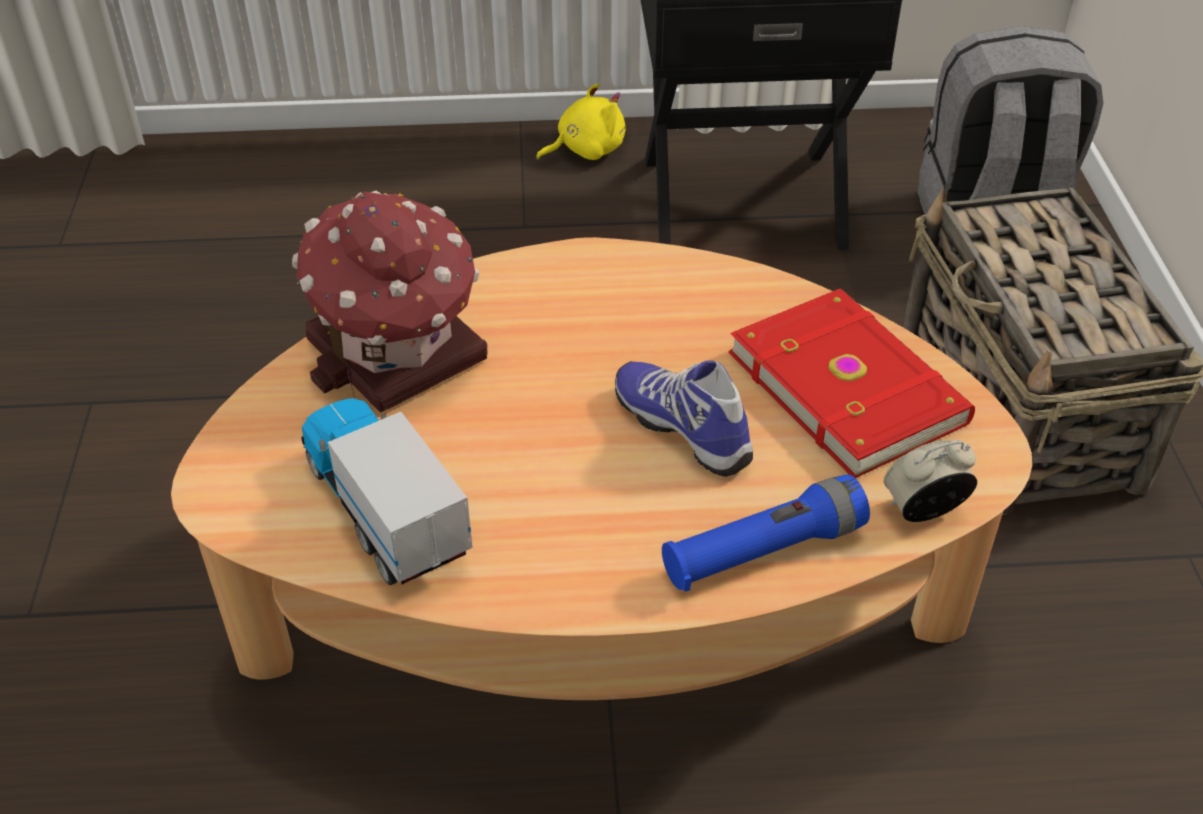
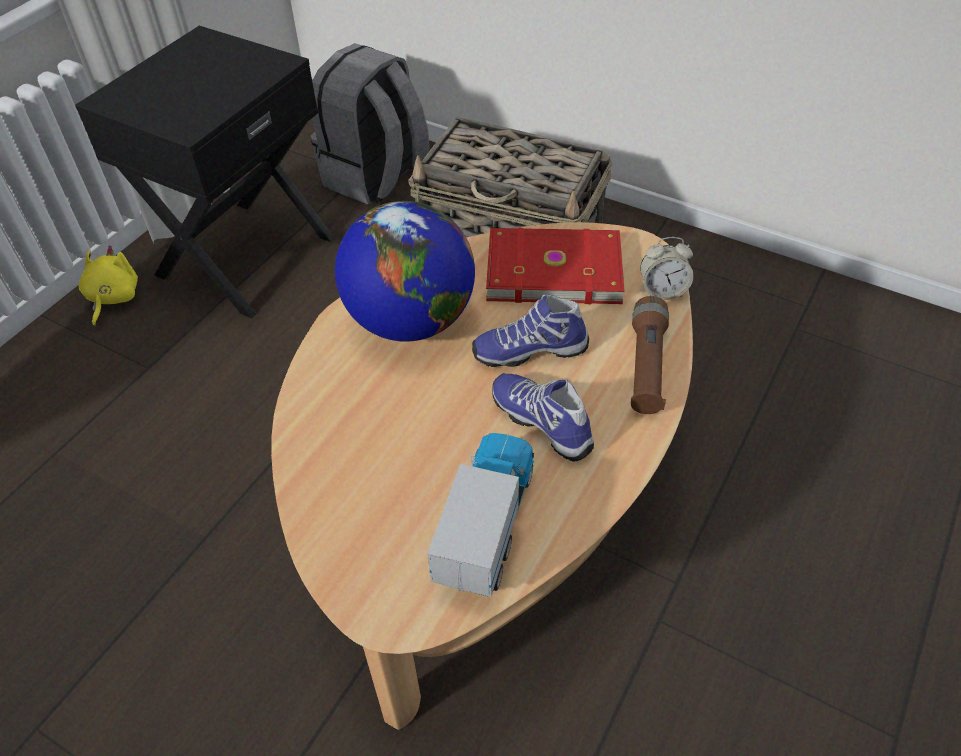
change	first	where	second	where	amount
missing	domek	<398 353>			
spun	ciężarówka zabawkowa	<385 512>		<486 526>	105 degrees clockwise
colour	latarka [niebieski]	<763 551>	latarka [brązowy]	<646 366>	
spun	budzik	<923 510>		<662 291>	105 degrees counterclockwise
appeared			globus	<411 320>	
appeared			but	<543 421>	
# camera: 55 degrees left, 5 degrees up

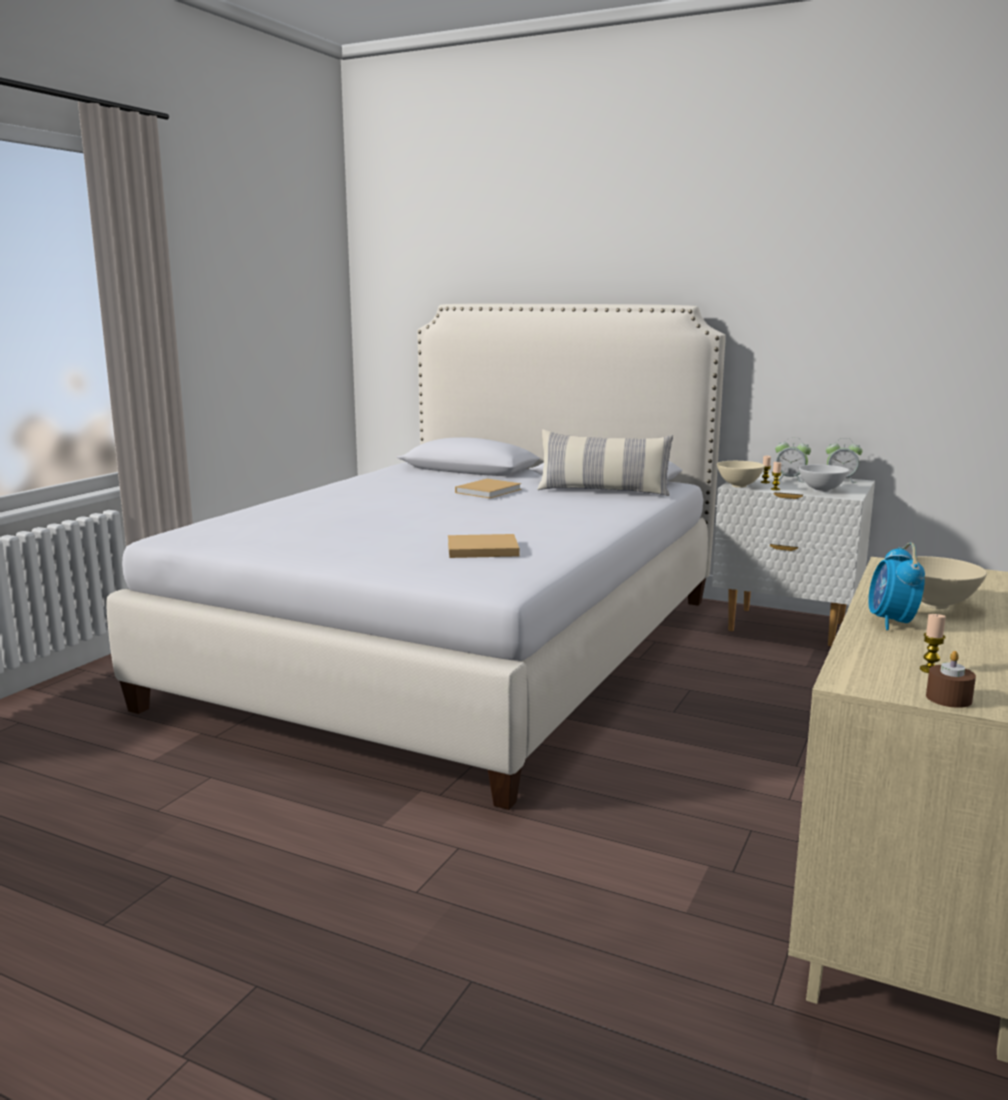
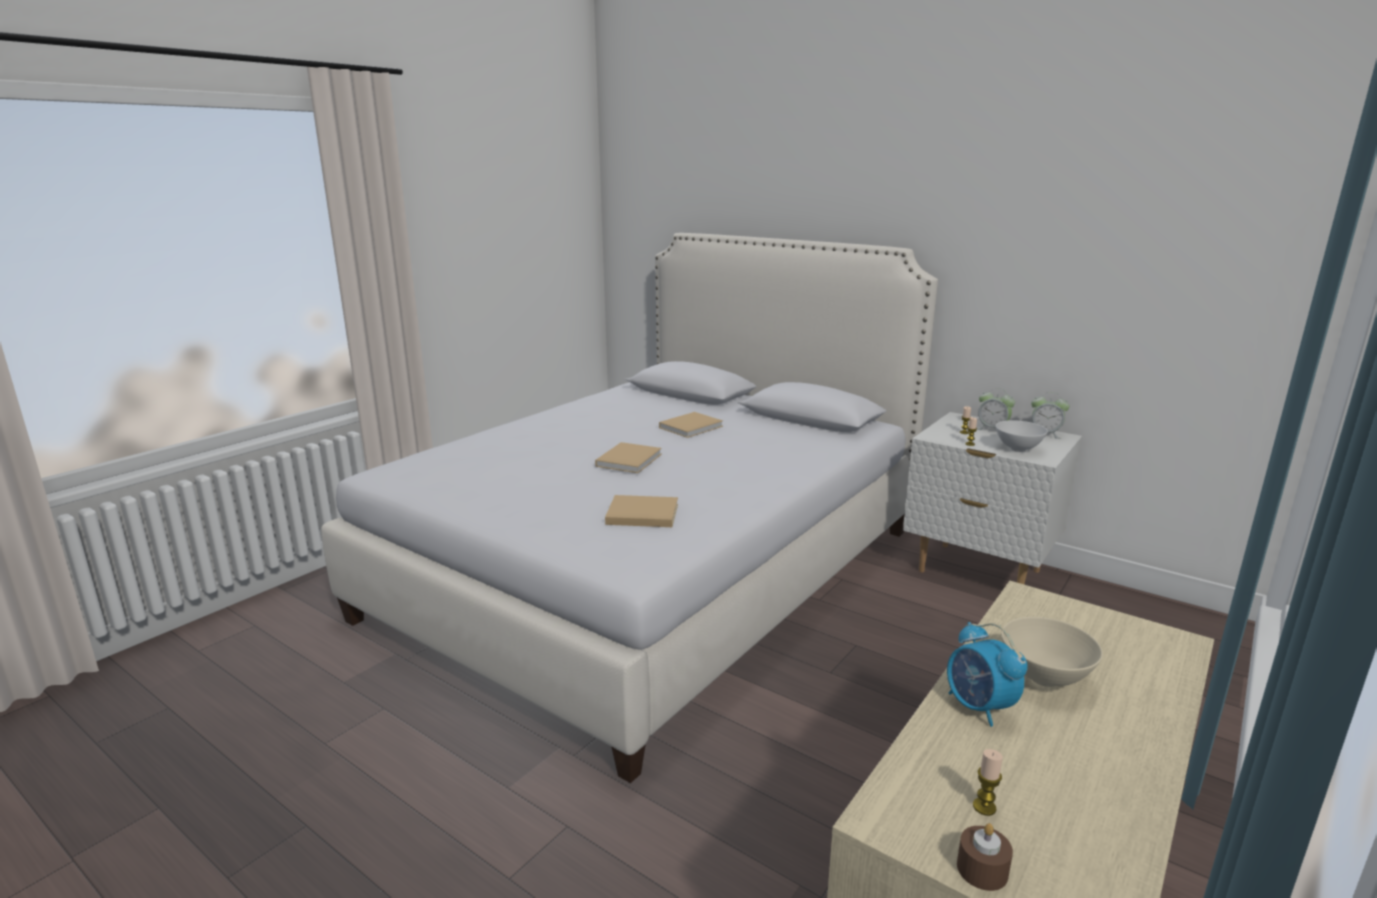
change	first	where	second	where	amount
missing	poduszka	<603 491>			
missing	miska [beżowy]	<739 486>			
spun	budzik	<891 622>		<979 707>	45 degrees counterclockwise
appeared			książka [beżowy]	<630 459>	
# camera: 10 degrees right, 5 degrees up

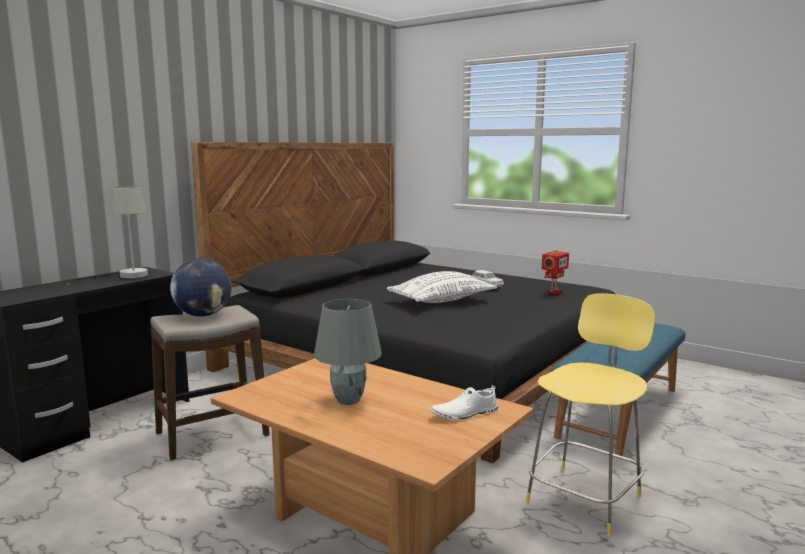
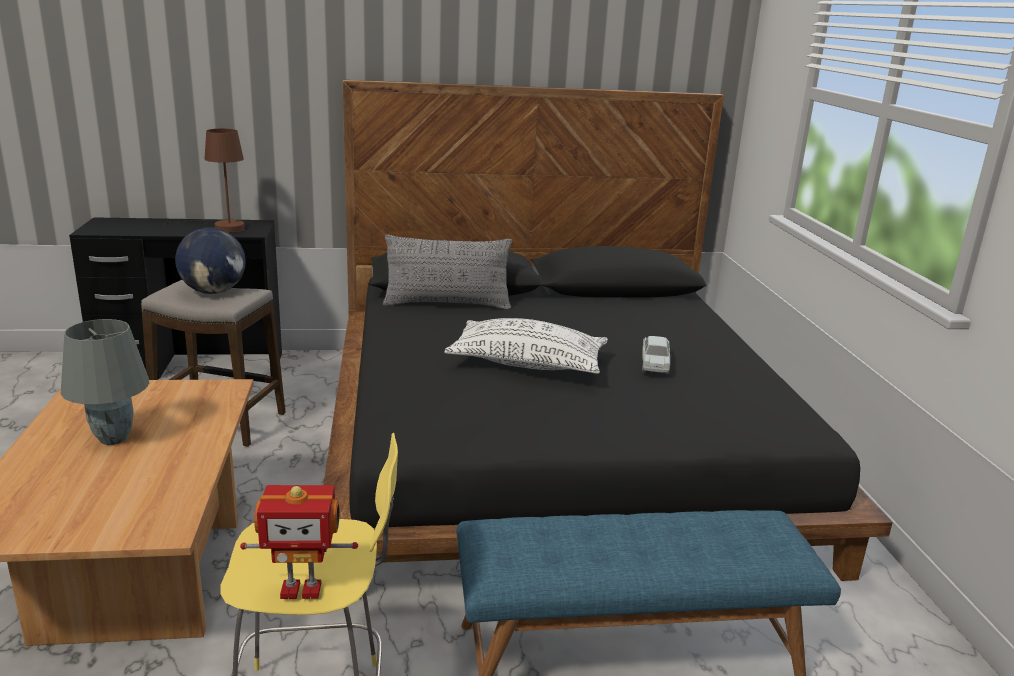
change	first	where	second	where	amount
colour	lampa stołowa [szary]	<124 276>	lampa stołowa [brązowy]	<221 227>	
missing	but [biały]	<464 413>			
relocated	robot zabawkowy	<553 292>		<301 588>	
appeared			poduszka [szary]	<447 304>	
# camera: 45 degrees right, 10 degrees up

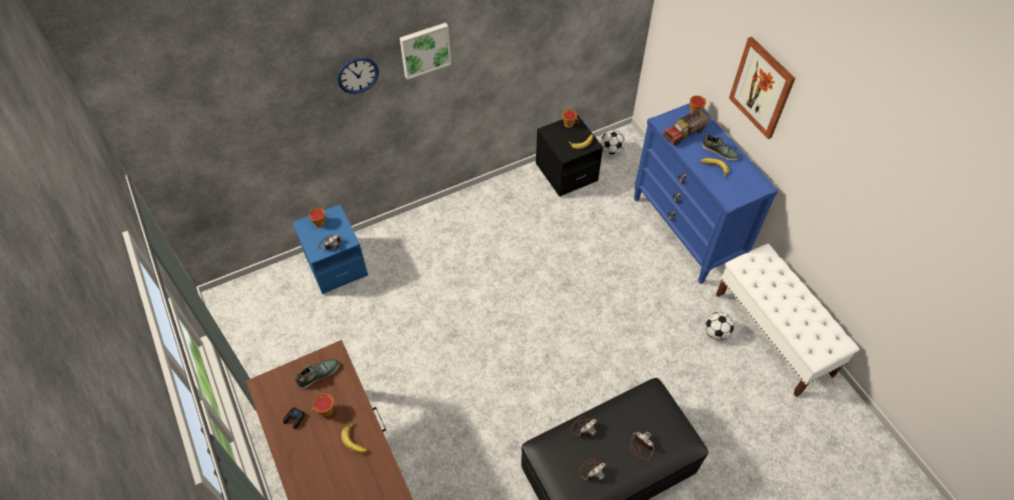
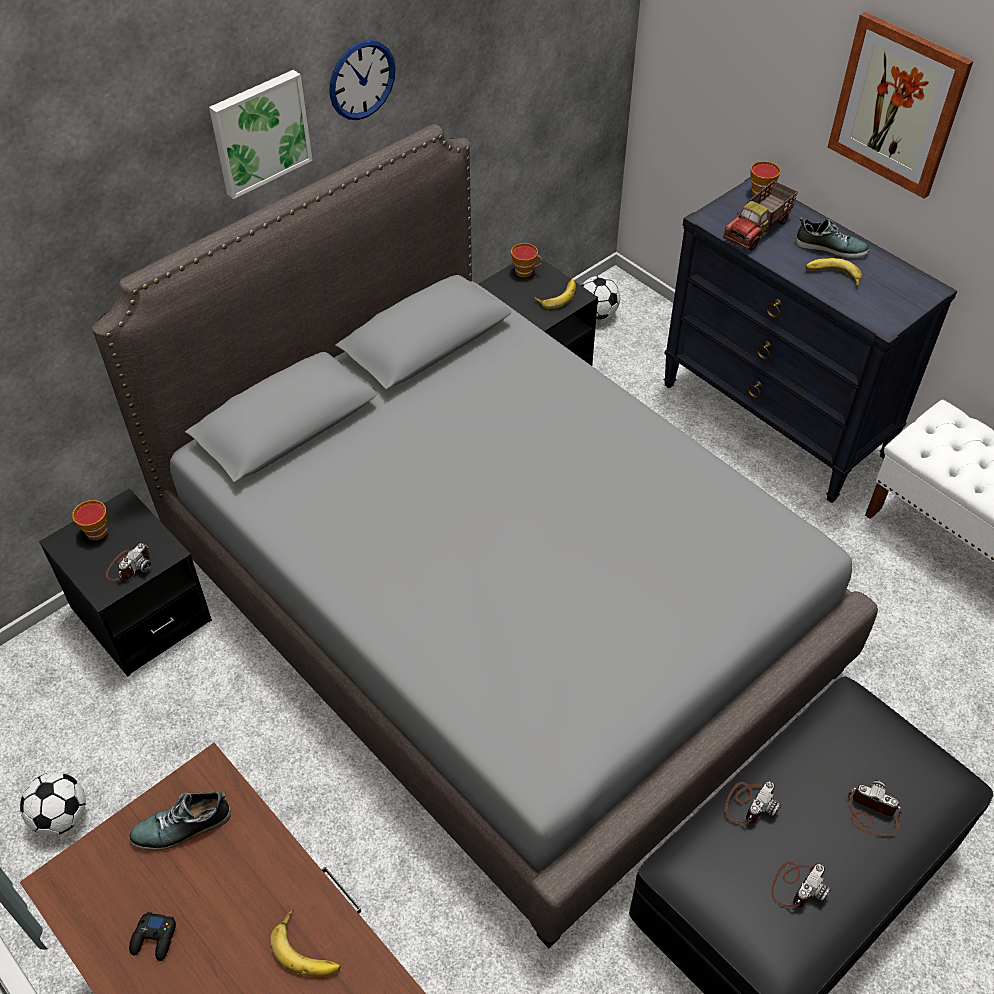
change	first	where	second	where	amount
colour	szafka nocna [niebieski]	<336 265>	szafka nocna [czarny]	<141 615>	
spun	but	<318 374>		<182 827>	150 degrees counterclockwise
missing	filiżanka	<325 411>			
relocated	zegar ścienny	<358 75>		<361 80>	
colour	komoda [niebieski]	<687 231>	komoda [czarny]	<775 420>	
relocated	piłka futbolowa	<716 333>		<61 817>	
appeared			łóżko [szary]	<497 608>	
# camera: 15 degrees left, 5 degrees down

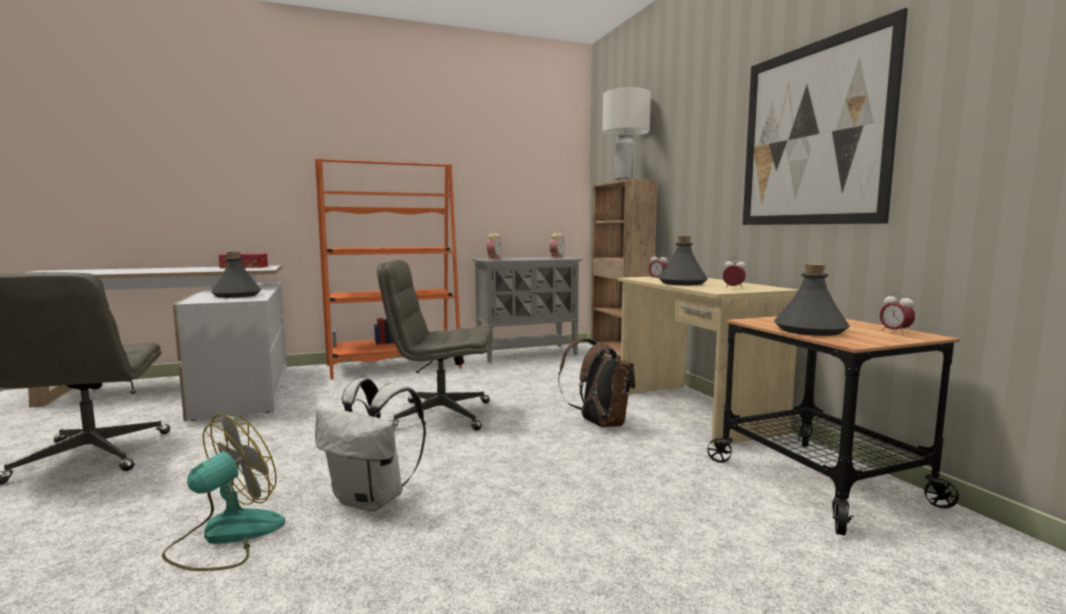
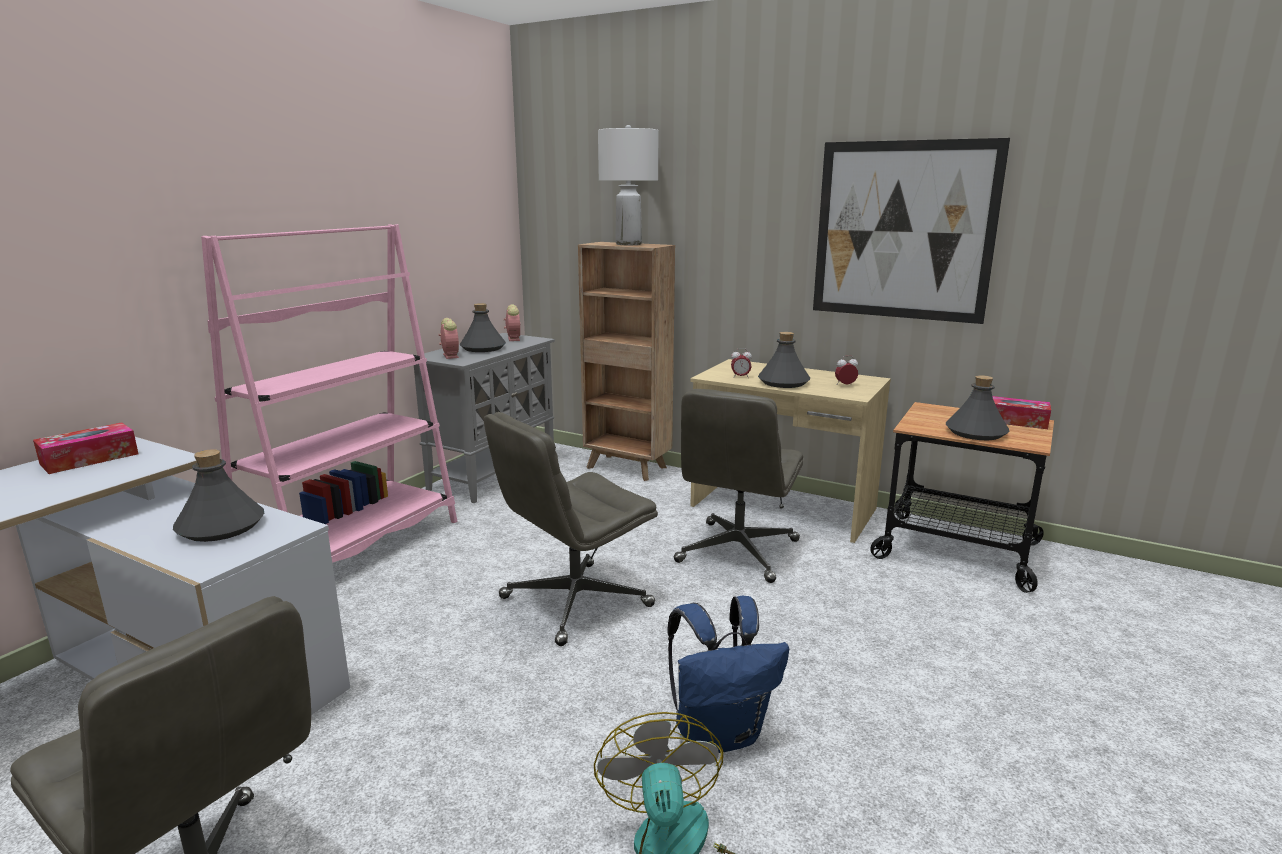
change	first	where	second	where	amount
colour	regał [pomarańczowy]	<393 366>	regał [różowy]	<354 548>	
colour	plecak [biały]	<372 500>	plecak [niebieski]	<719 734>	
exchanged	plecak [brązowy]	<599 424>	krzesło biurowe [szary]	<737 552>	
exchanged	budzik	<895 332>	pudełko chusteczek	<1015 421>	
appeared			butelka [szary]	<482 348>	
# camera: 40 degrees left, 10 degrees up

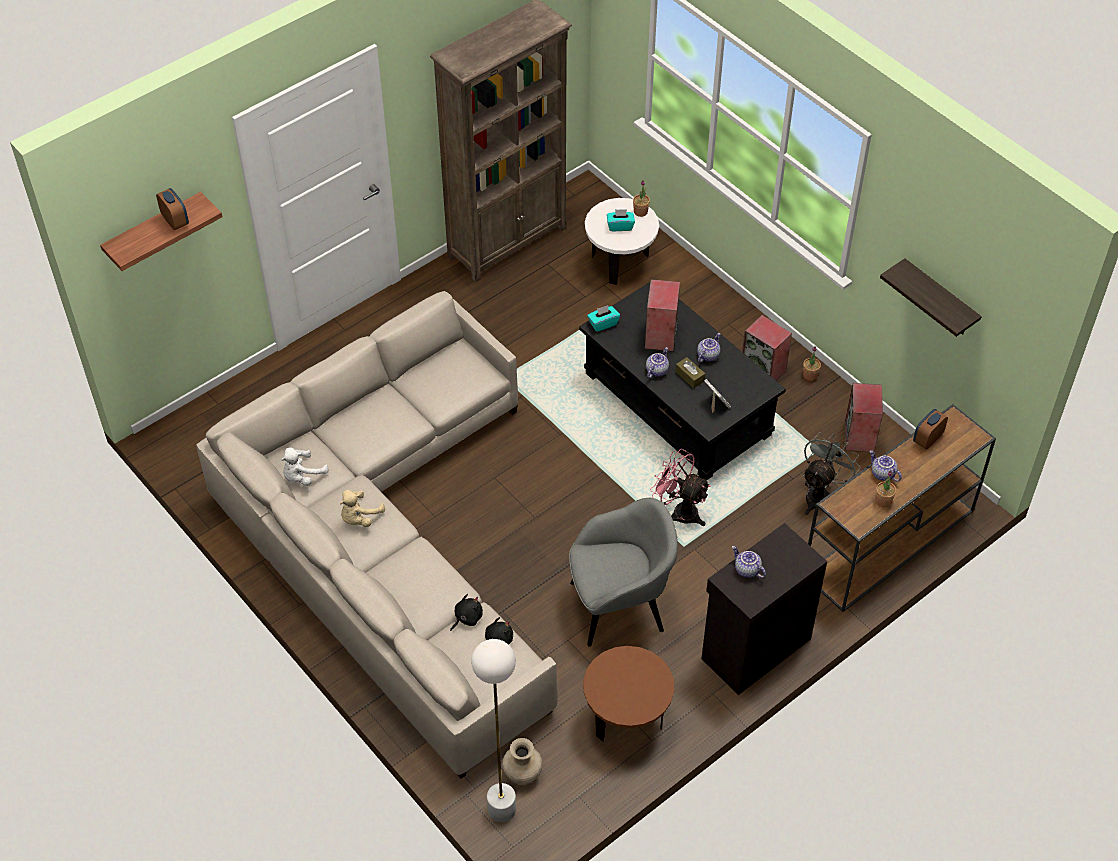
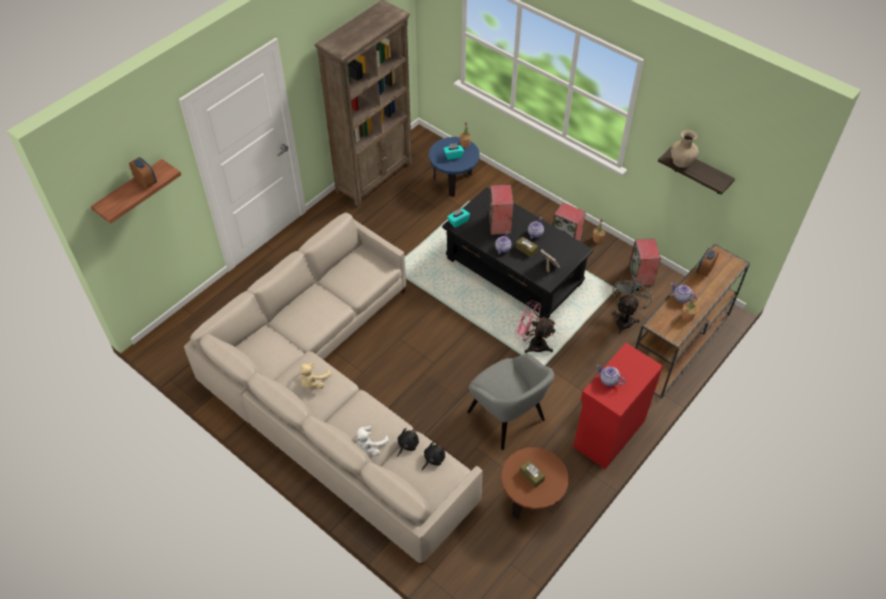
change	first	where	second	where	amount
relocated	pluszak [biały]	<302 476>		<369 447>	
missing	lampa stojąca [biały]	<501 809>			
relocated	wazon [beżowy]	<522 772>		<681 161>	
spun	fotel [szary]	<619 606>		<507 417>	75 degrees clockwise
colour	stolik [biały]	<620 263>	stolik [niebieski]	<454 182>	
colour	szafka [czarny]	<754 648>	szafka [czerwony]	<607 433>	
appeared			pudełko chusteczek [brązowy]	<531 476>	
# camera: 10 degrees left, 0 degrees up

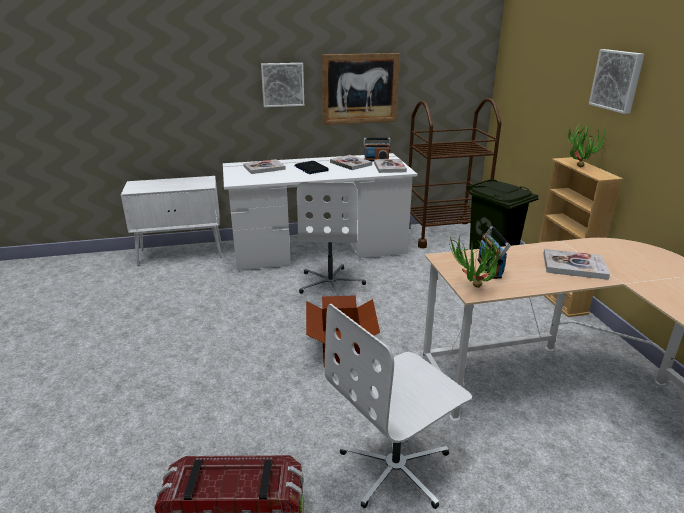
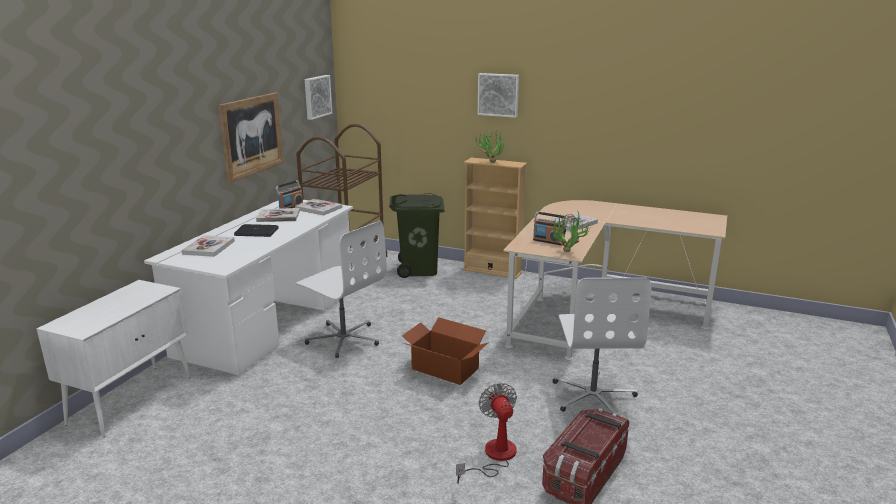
change	first	where	second	where	amount
relocated	obraz	<282 84>		<316 96>	
appeared			wentylator	<493 457>	
# camera: 55 degrees left, 5 degrees down

